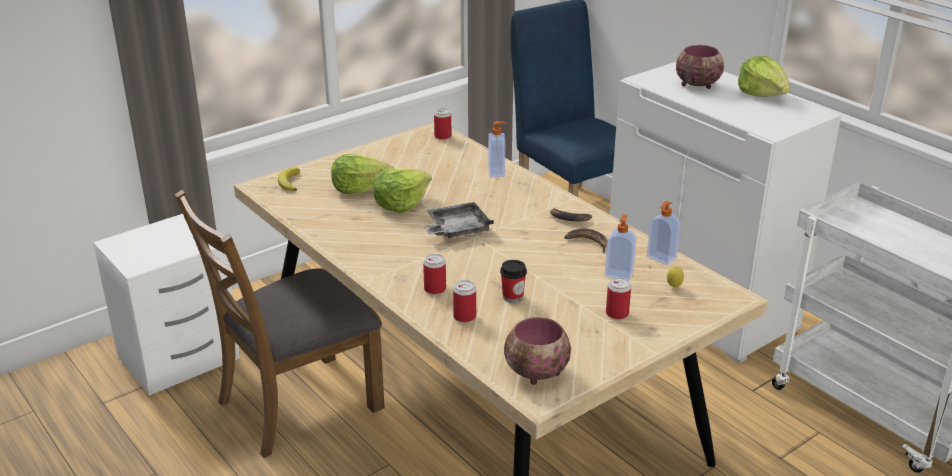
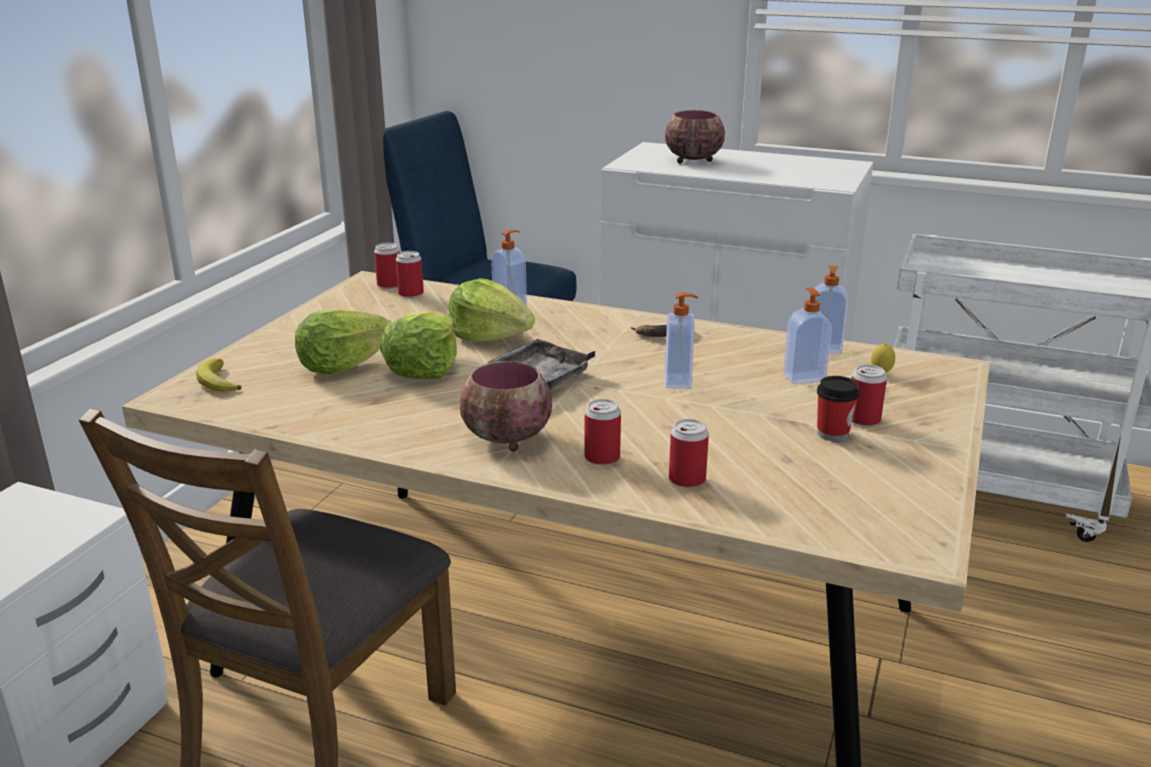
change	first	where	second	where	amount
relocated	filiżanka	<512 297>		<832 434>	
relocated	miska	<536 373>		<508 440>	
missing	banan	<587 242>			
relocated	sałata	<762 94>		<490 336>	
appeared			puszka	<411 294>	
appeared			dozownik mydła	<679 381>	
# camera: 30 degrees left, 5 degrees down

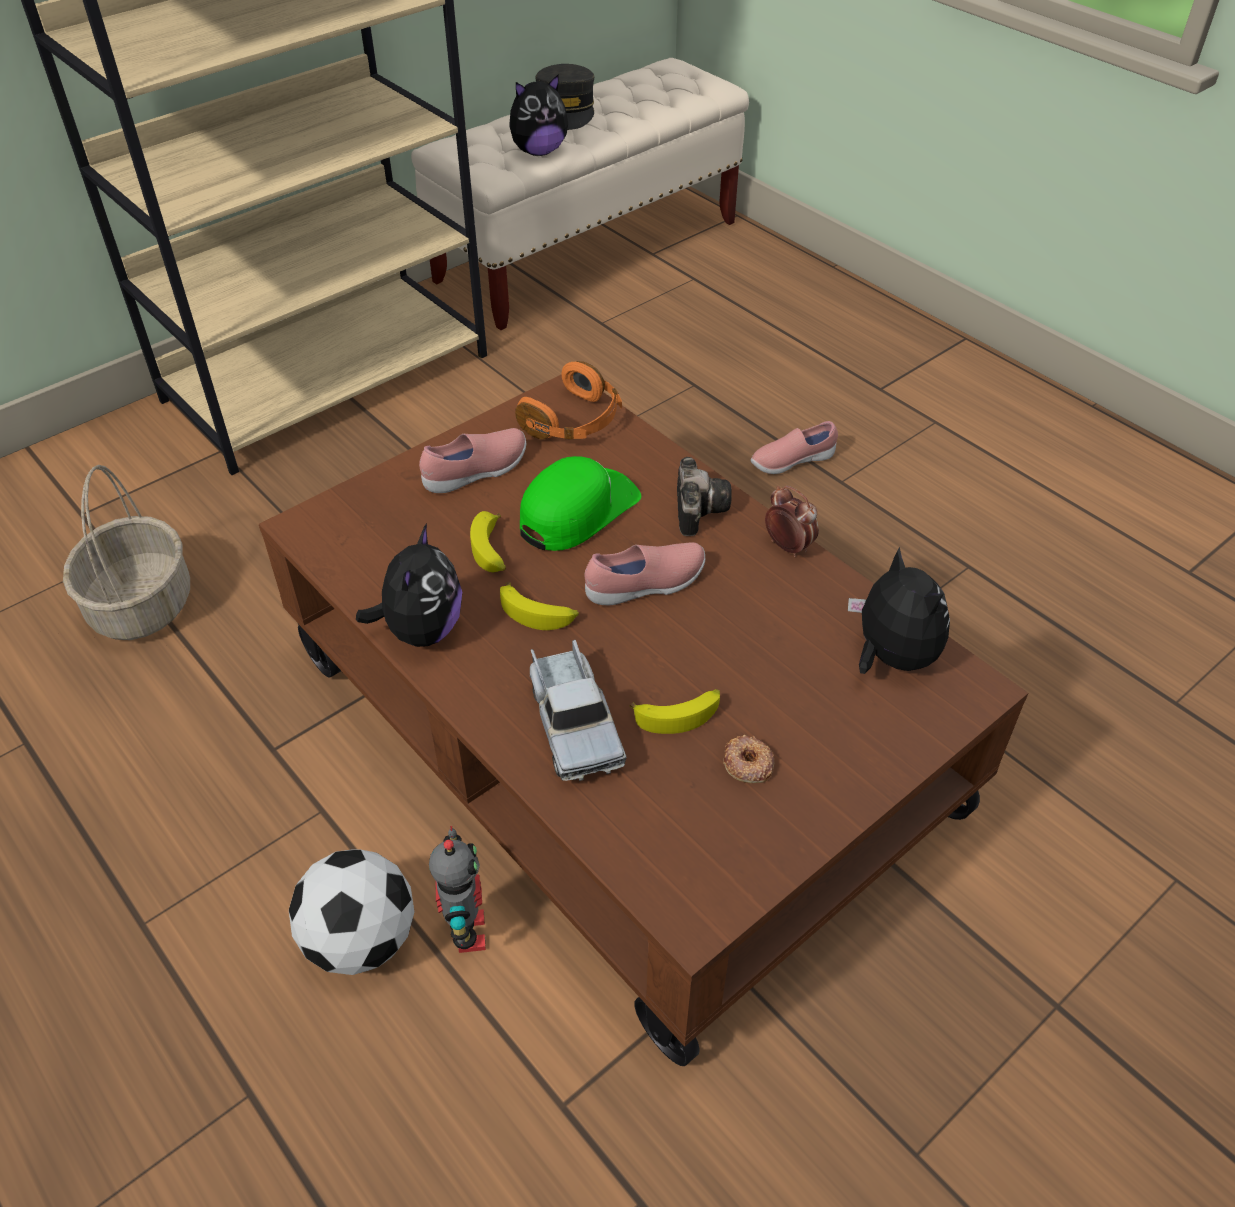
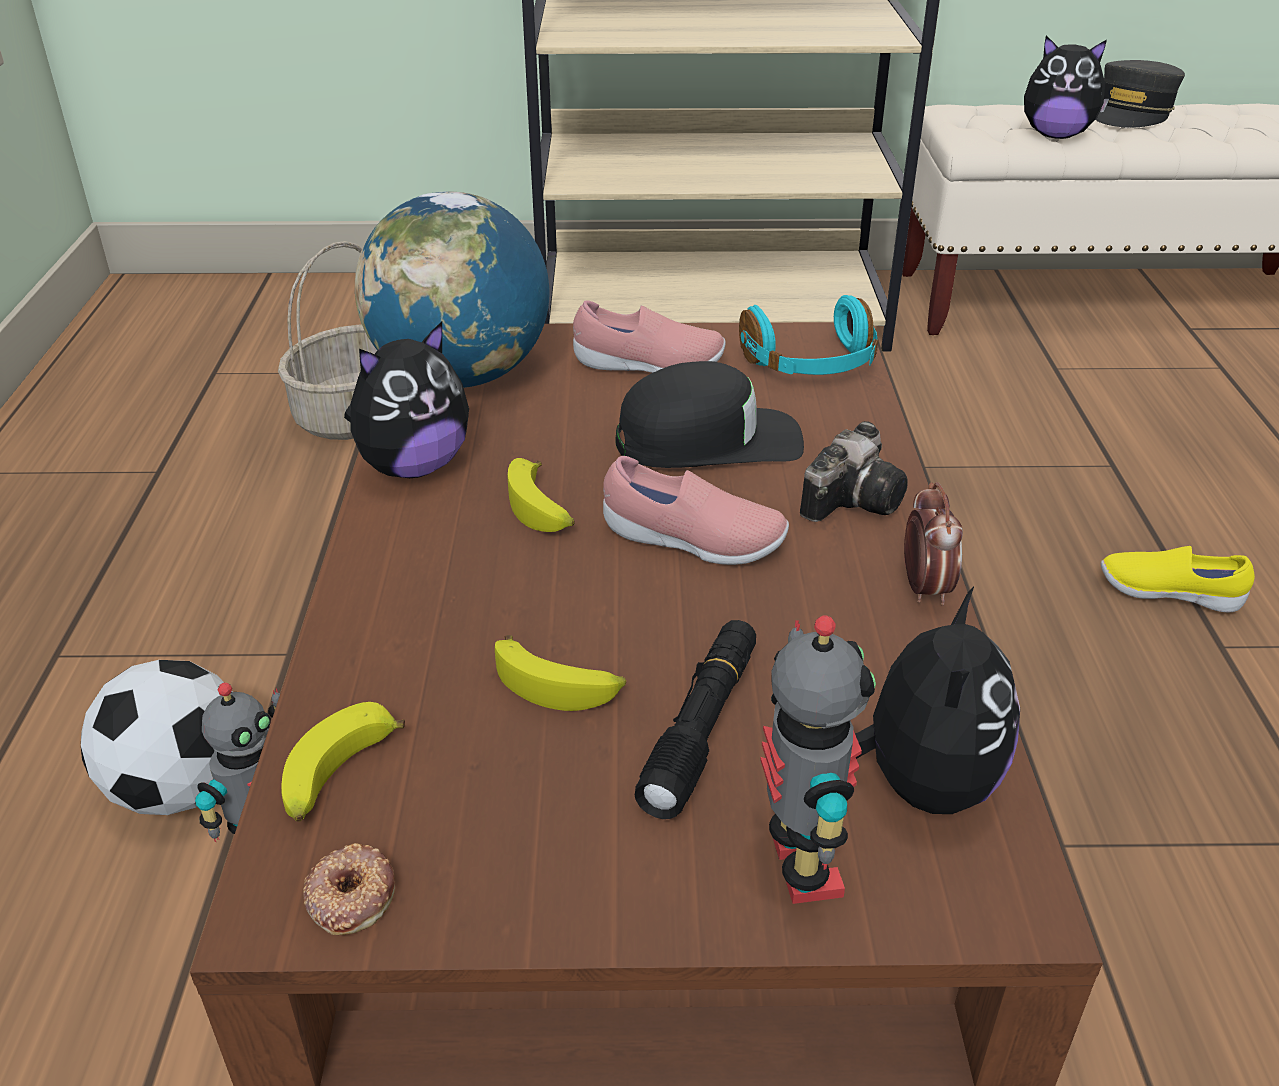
change	first	where	second	where	amount
relocated	banan	<492 551>		<339 777>	
colour	słuchawki [pomarańczowy]	<574 422>	słuchawki [turkusowy]	<811 365>	
colour	czapka z daszkiem [zielony]	<578 511>	czapka z daszkiem [czarny]	<709 440>	
missing	ciężarówka zabawkowa	<573 723>			
relocated	donut	<747 763>		<350 896>	
colour	but [różowy]	<791 461>	but [żółty]	<1167 594>	
appeared			globus	<462 376>	
appeared			latarka [czarny]	<701 728>	
appeared			robot zabawkowy	<799 868>	
# camera: 40 degrees right, 10 degrees down

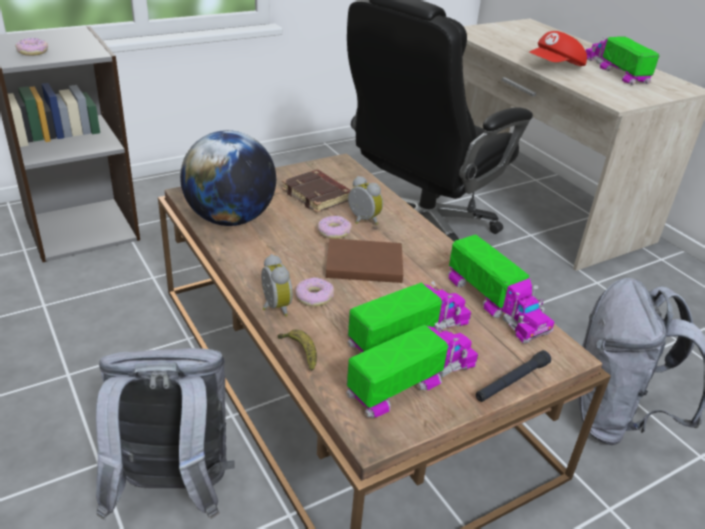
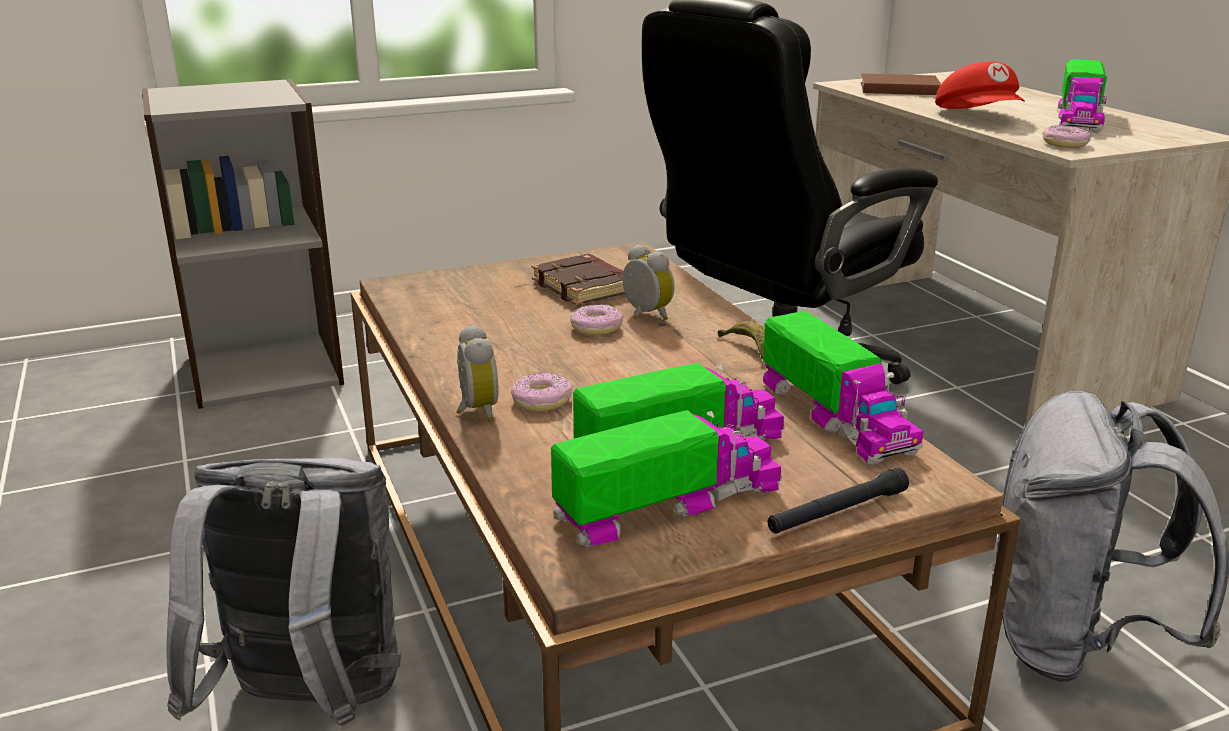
change	first	where	second	where	amount
relocated	donut	<33 52>		<1065 144>	
missing	globus	<230 219>			
relocated	banan	<300 352>		<747 348>	
relocated	książka [brązowy]	<362 263>		<897 88>	
spun	czapka z daszkiem [czerwony]	<555 67>		<979 116>	75 degrees counterclockwise
spun	ciężarówka zabawkowa	<615 71>		<1078 119>	150 degrees counterclockwise
# camera: 10 degrees right, 10 degrees down

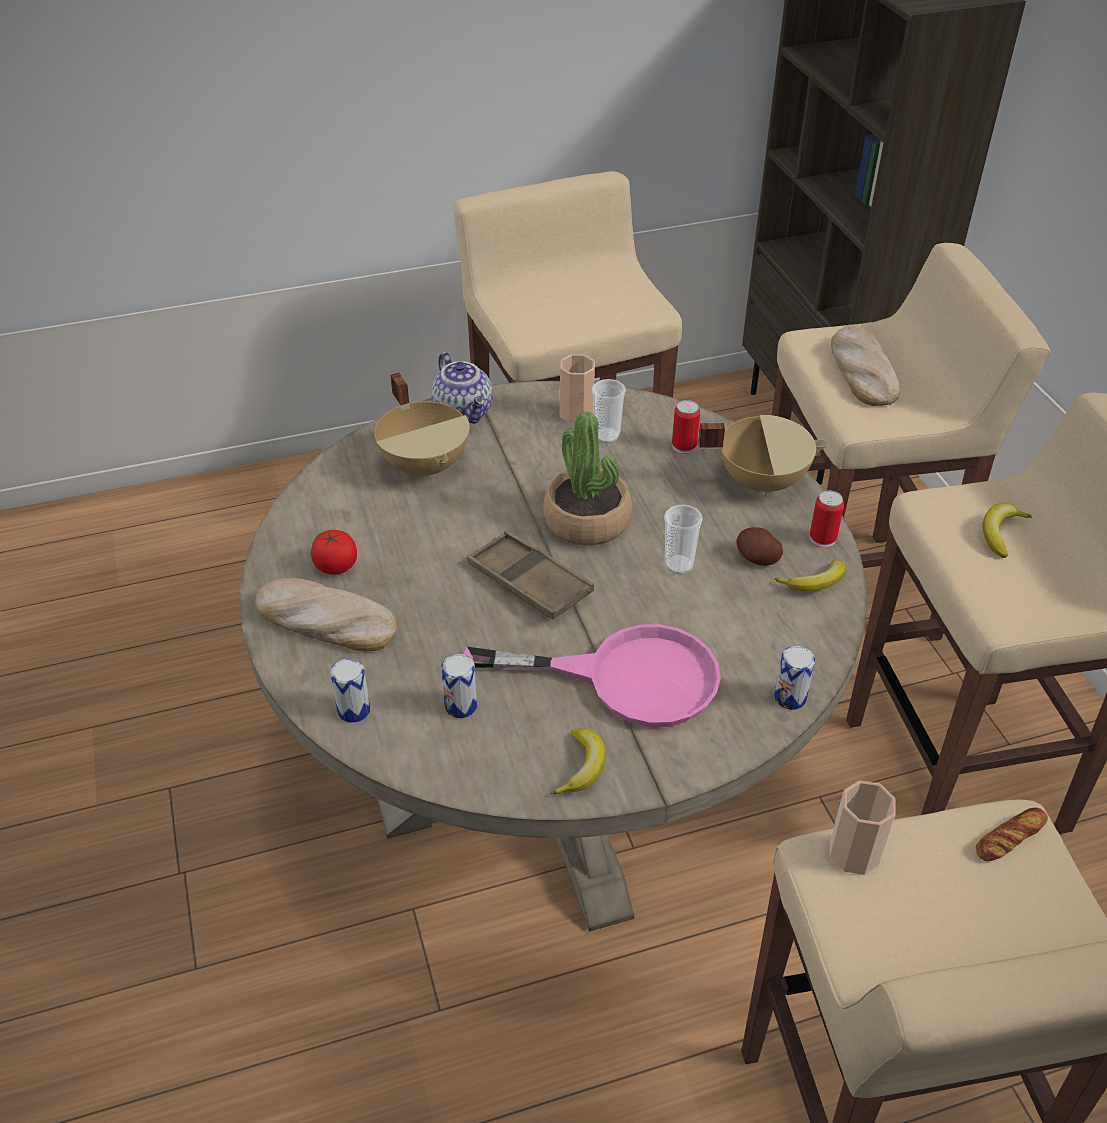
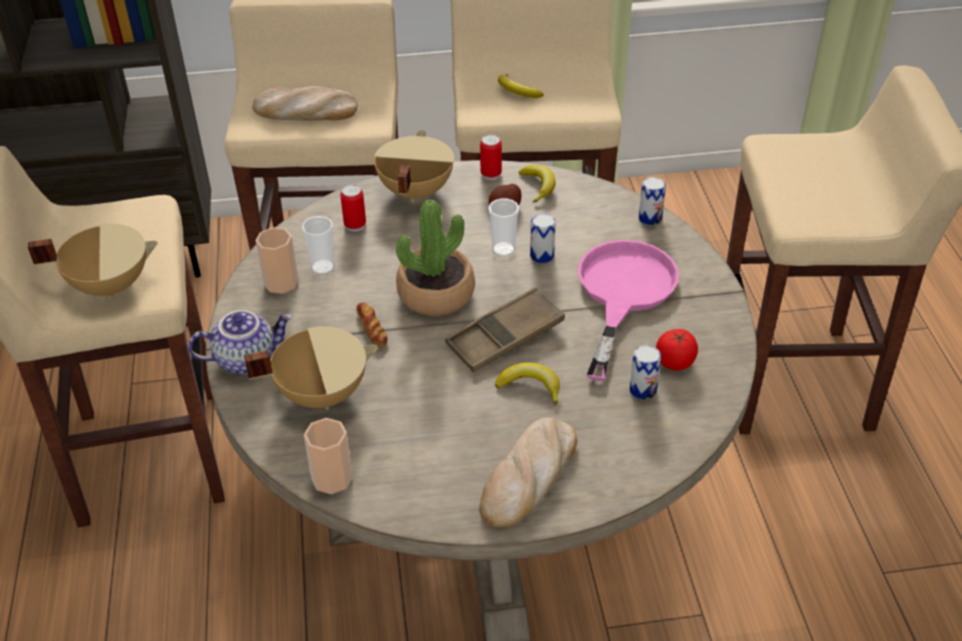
change	first	where	second	where	amount
relocated	pomidor	<336 566>		<675 362>	
relocated	puszka	<354 710>		<542 255>	
relocated	banan	<582 767>		<530 387>	
relocated	filiżanka	<854 852>		<332 478>	
relocated	chleb	<1009 838>		<371 328>	
appeared			garnek [beżowy]	<110 284>	
# camera: 80 degrees left, 0 degrees up

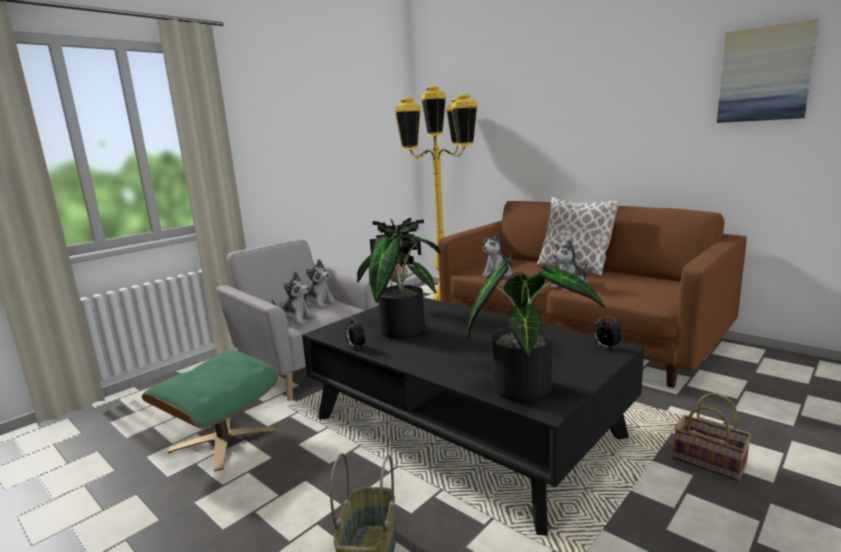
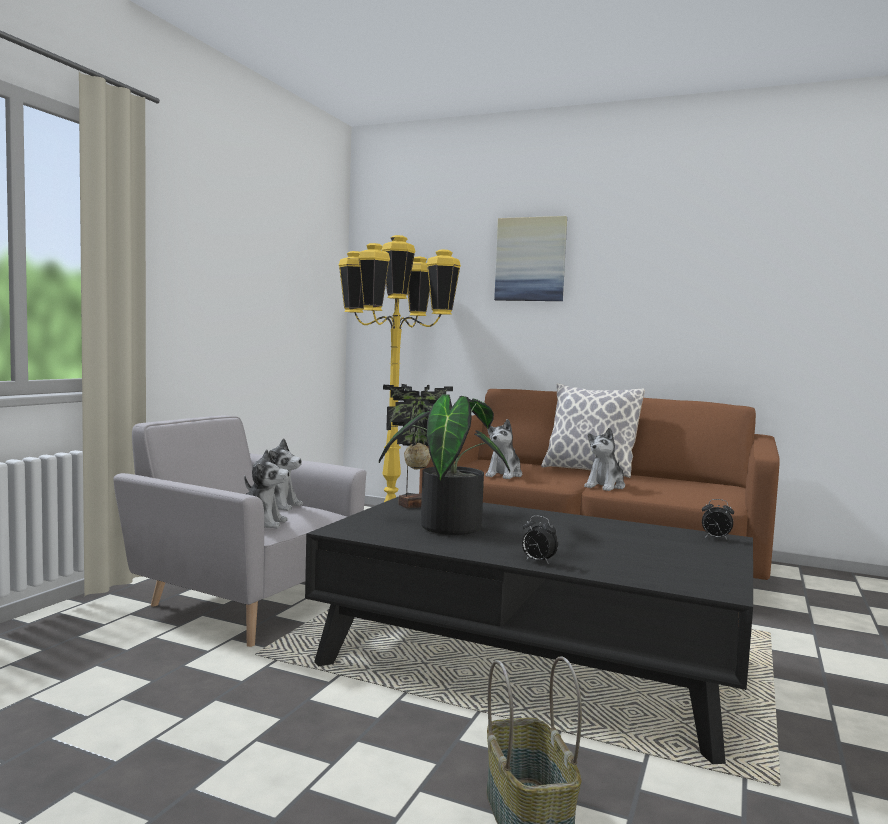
change	first	where	second	where	amount
missing	pufa [zielony]	<223 440>			
relocated	budzik	<356 346>		<537 561>	
missing	roślina doniczkowa	<525 385>			
missing	koszyk	<711 462>			
relocated	obraz	<764 74>		<530 259>	
# camera: 20 degrees left, 10 degrees down

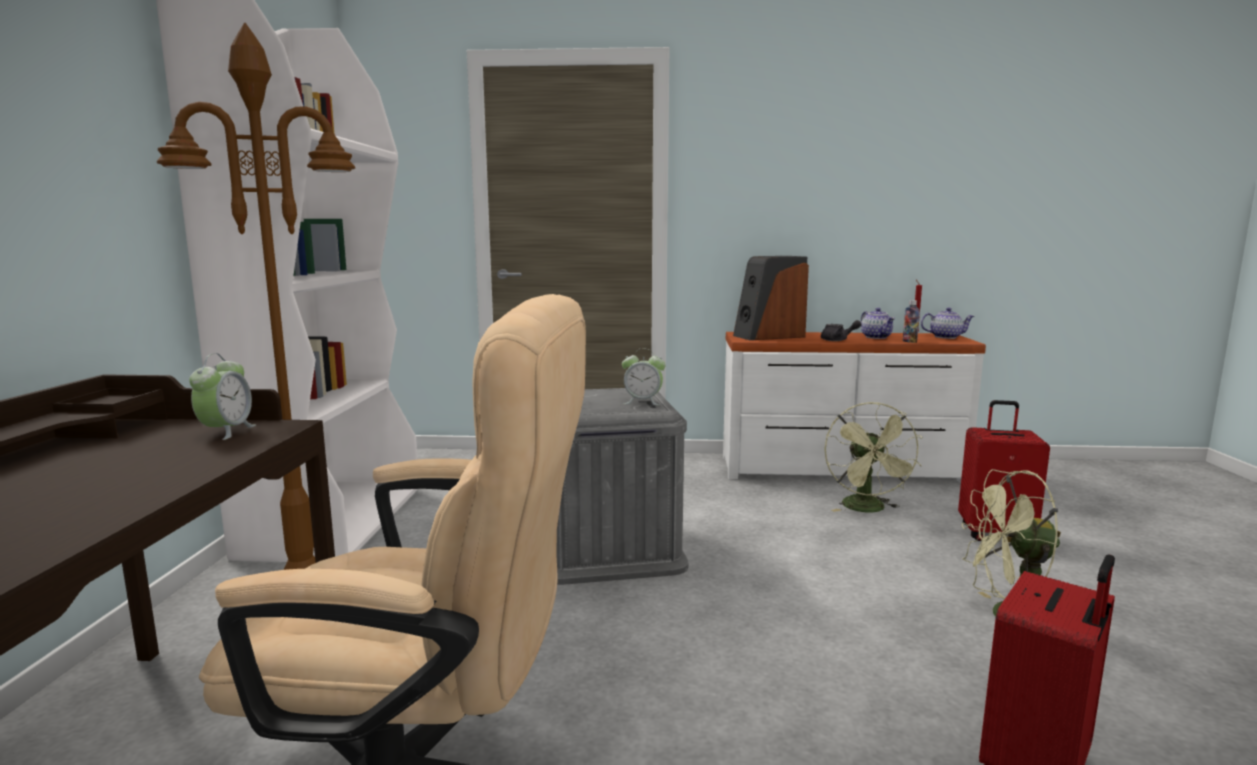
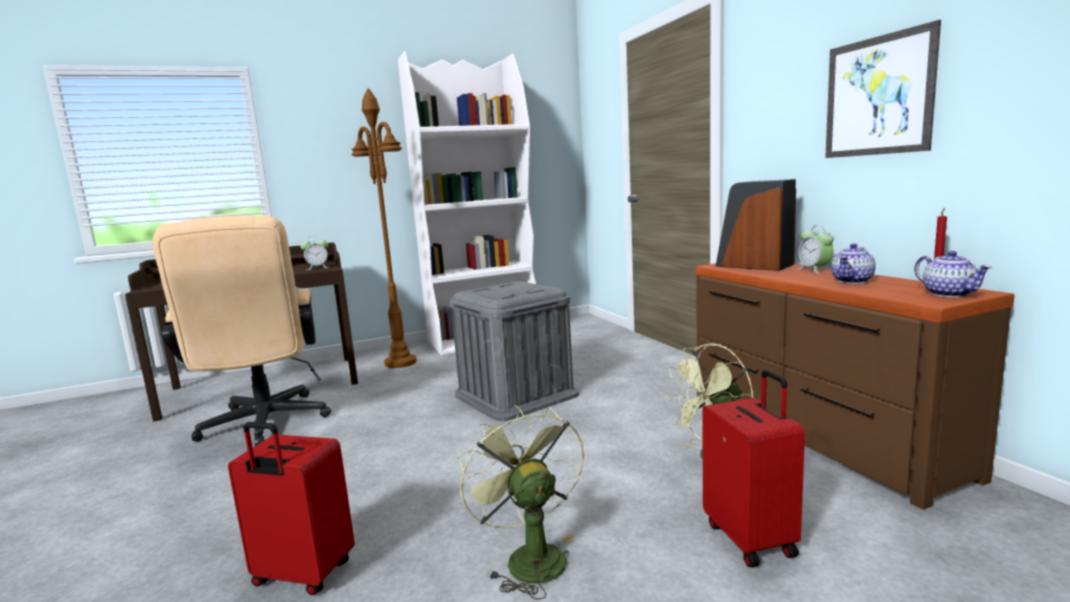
change	first	where	second	where	amount
relocated	budzik	<643 402>		<814 270>	
colour	komoda [biały]	<840 470>	komoda [brązowy]	<813 432>	
missing	imbryk [szary]	<838 340>			
missing	butelka	<909 341>			
appeared			obraz	<878 96>	
# camera: 65 degrees right, 0 degrees up

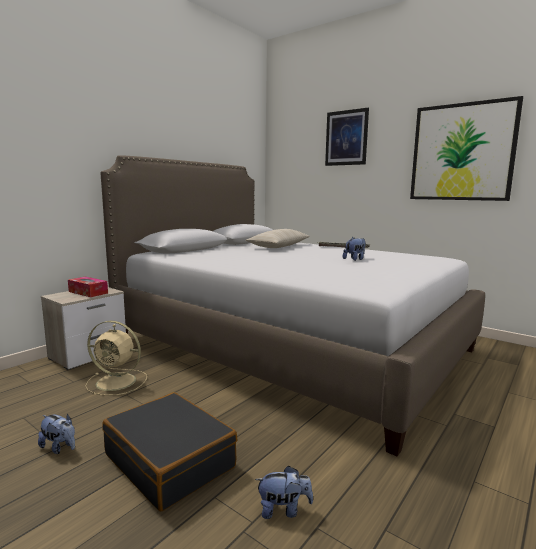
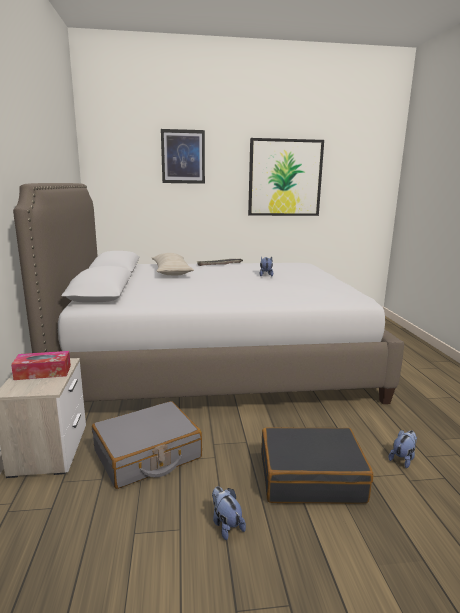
change	first	where	second	where	amount
spun	pluszak	<59 447>		<226 525>	105 degrees counterclockwise
exchanged	wentylator [beżowy]	<118 382>	walizka [szary]	<147 455>	
# camera: 45 degrees left, 5 degrees up

